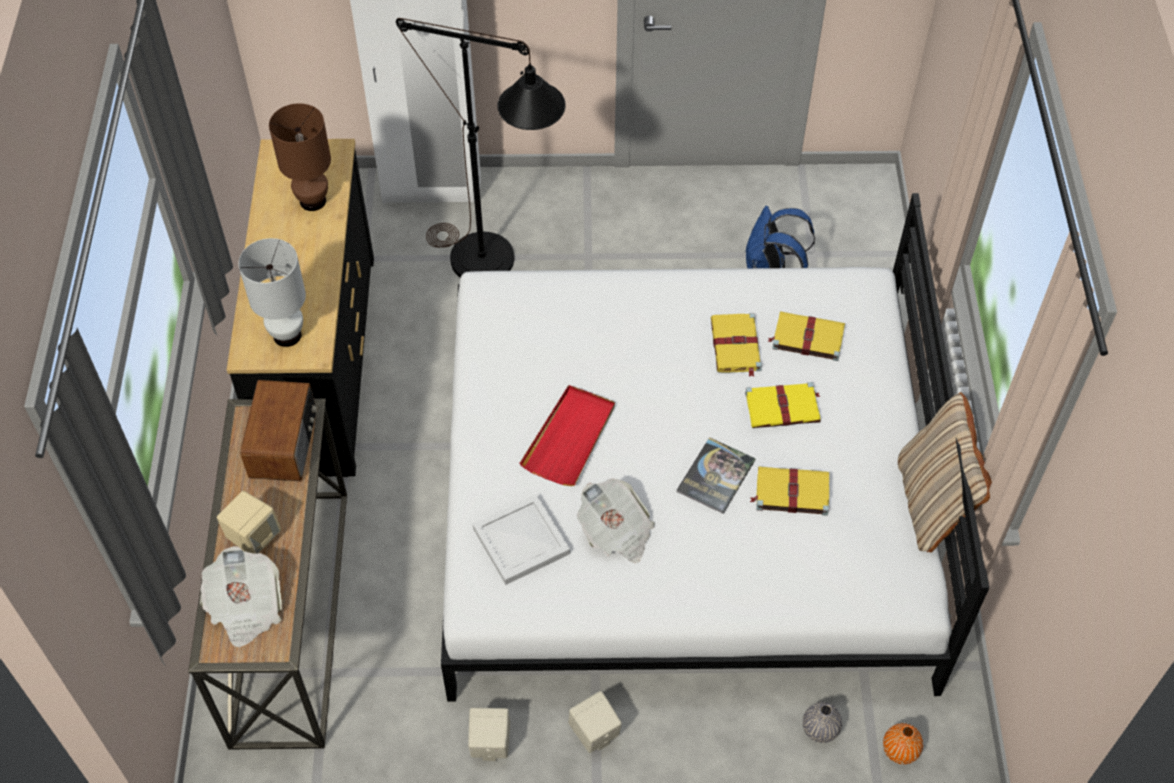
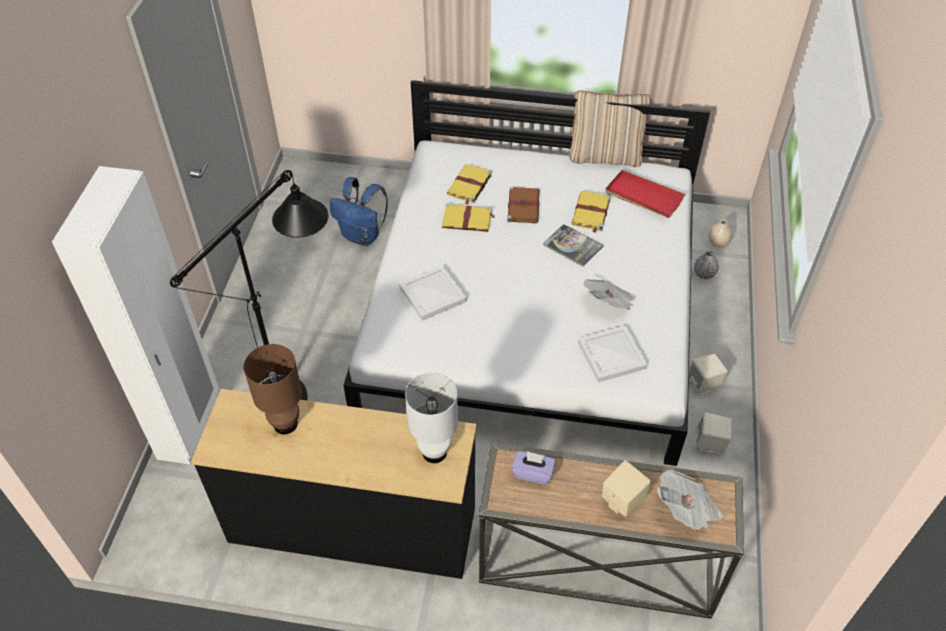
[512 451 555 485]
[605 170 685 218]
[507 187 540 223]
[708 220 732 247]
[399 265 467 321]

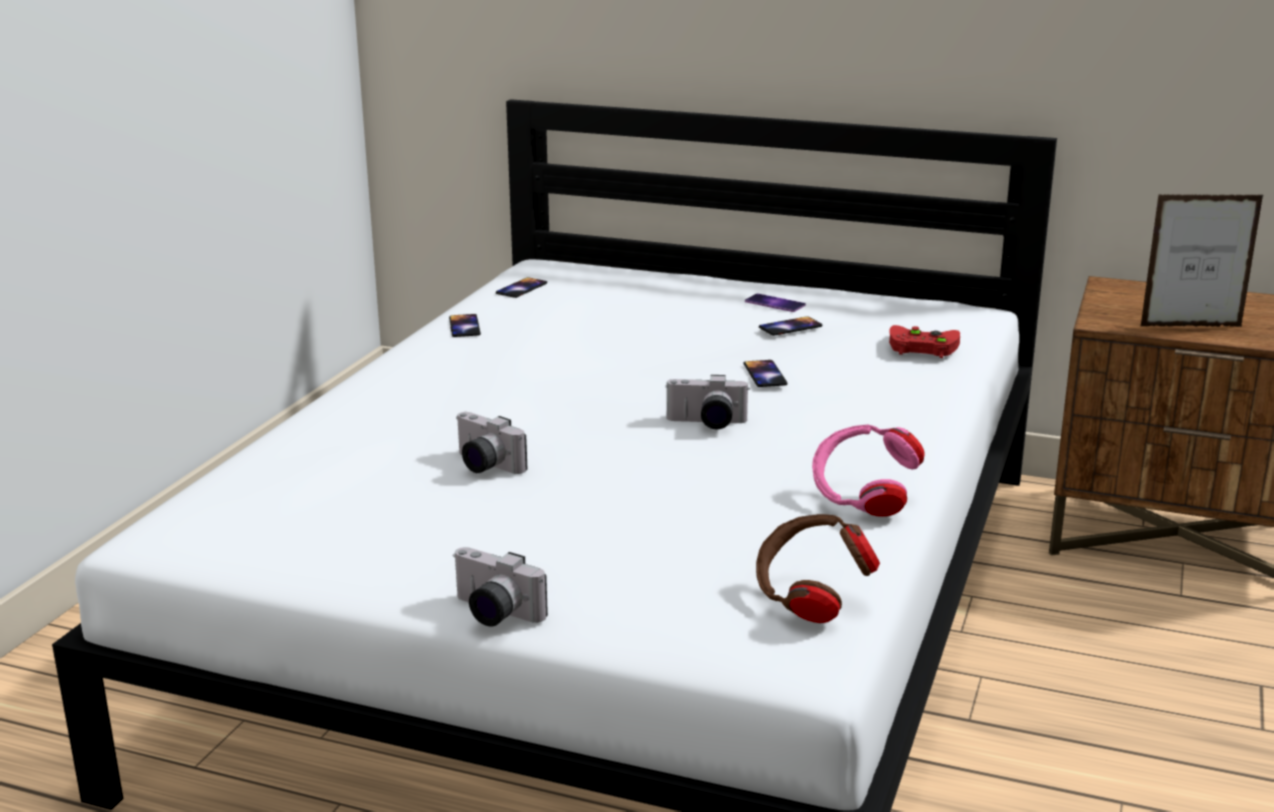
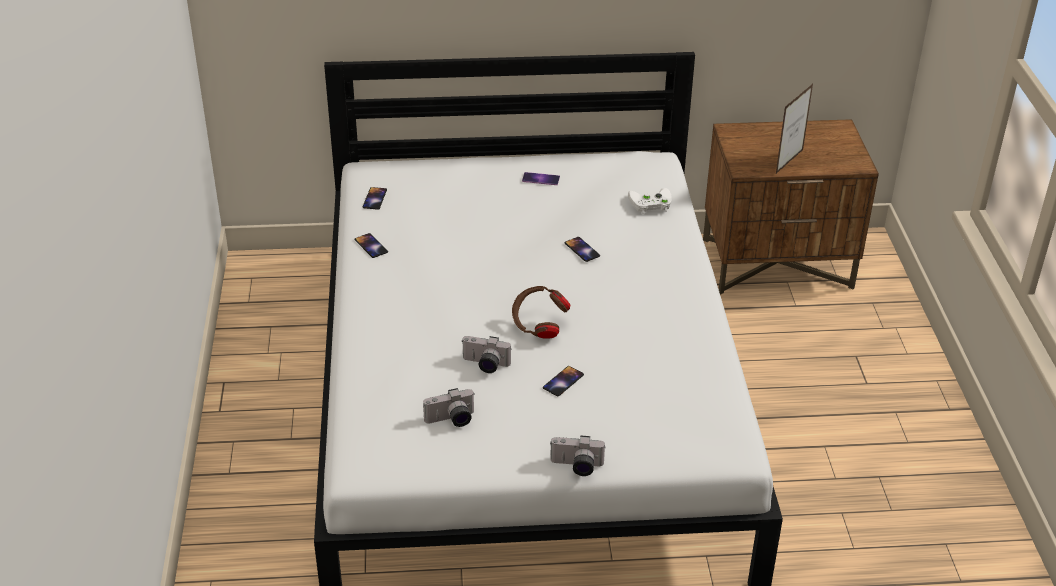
[423 388 474 427]
[512 286 570 339]
[543 366 584 396]
[812 425 925 517] (first image)
[628 188 672 214]
[775 84 813 175]

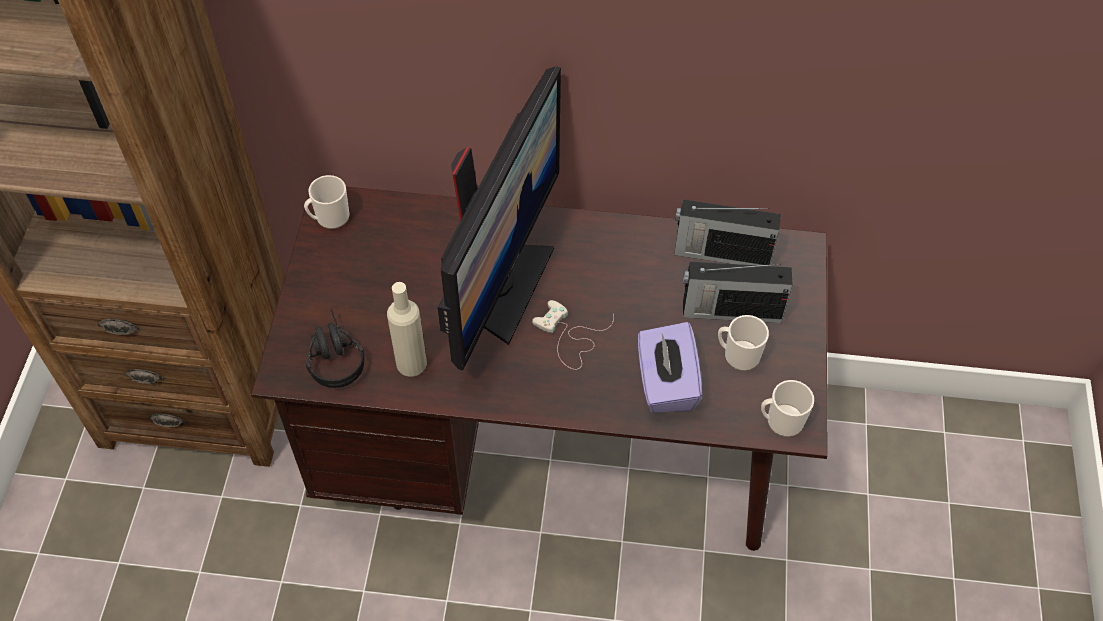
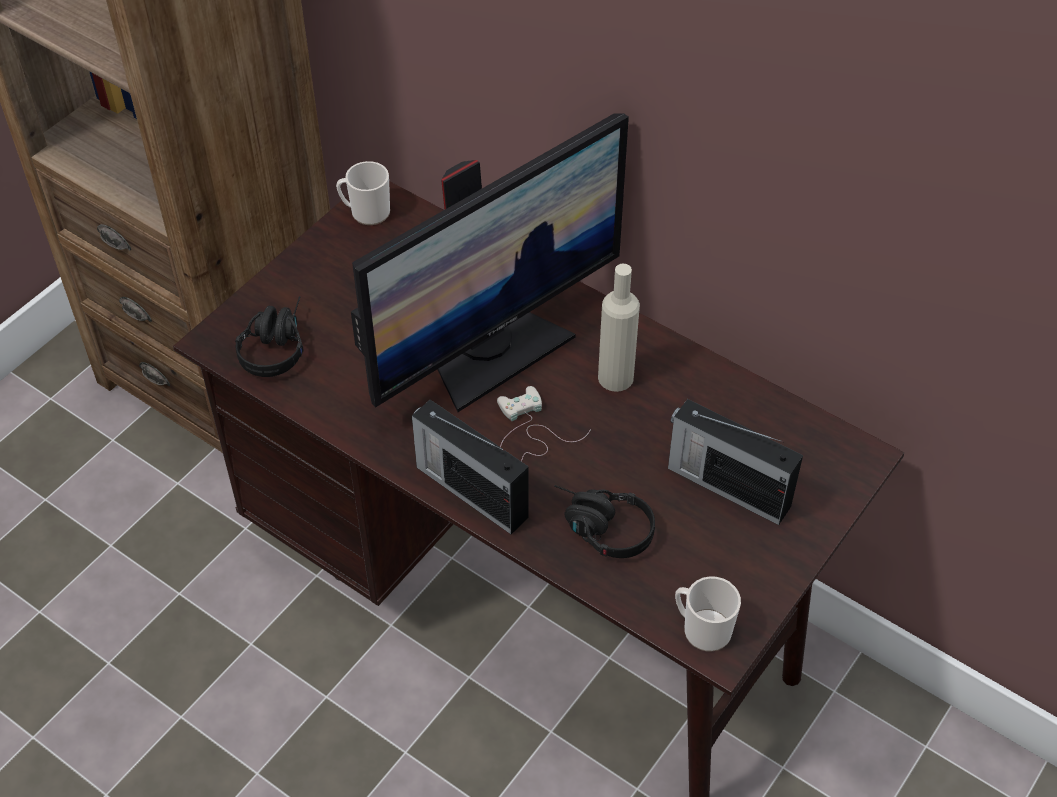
[598 264 640 392]
[554 485 655 558]
[412 400 528 534]
[718 315 769 371] (first image)

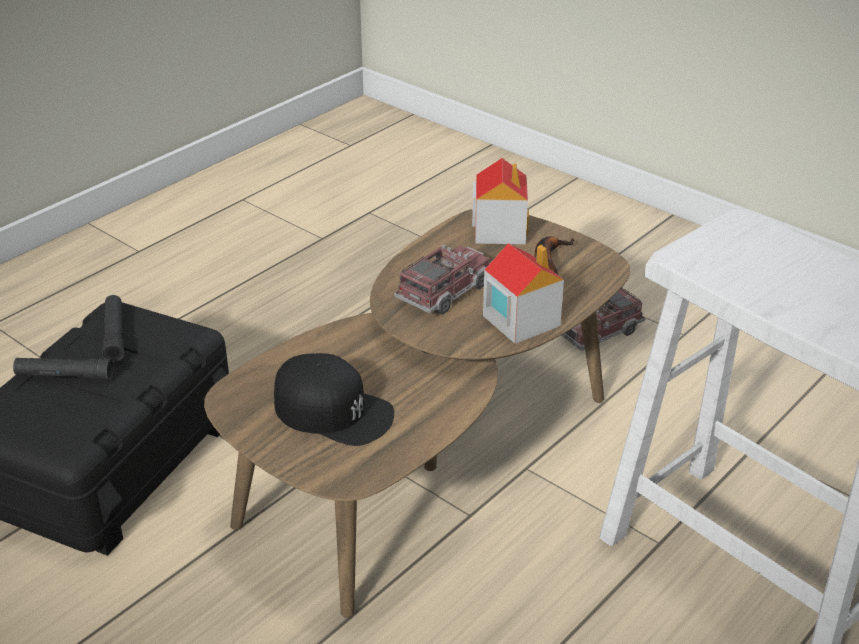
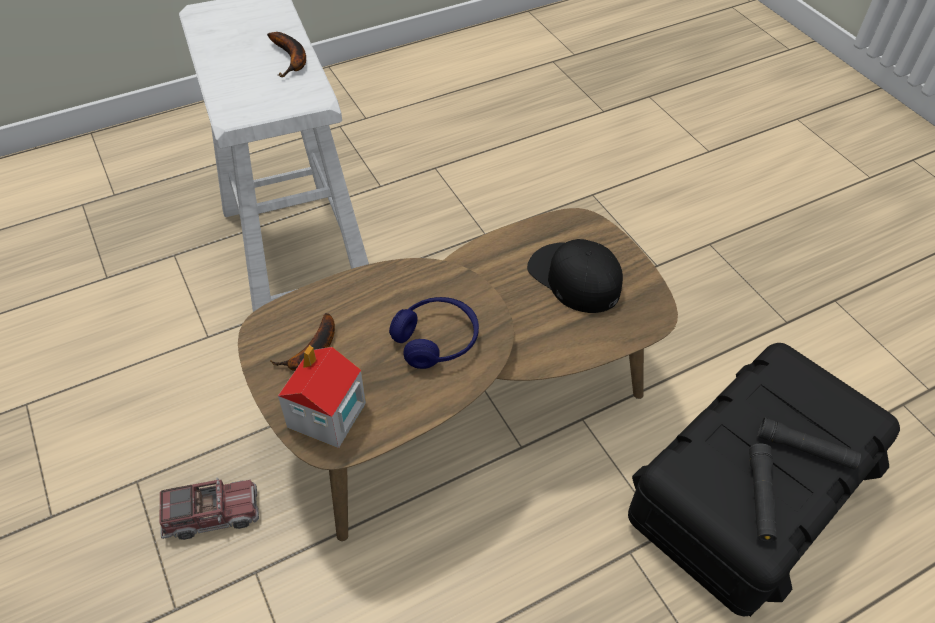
[389 297 479 369]
[483 243 564 344] (first image)
[267 32 306 77]

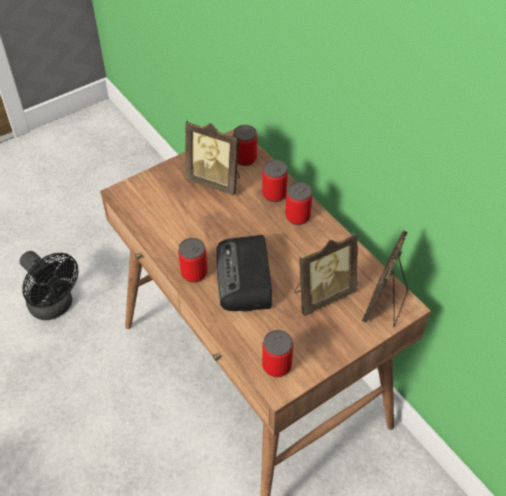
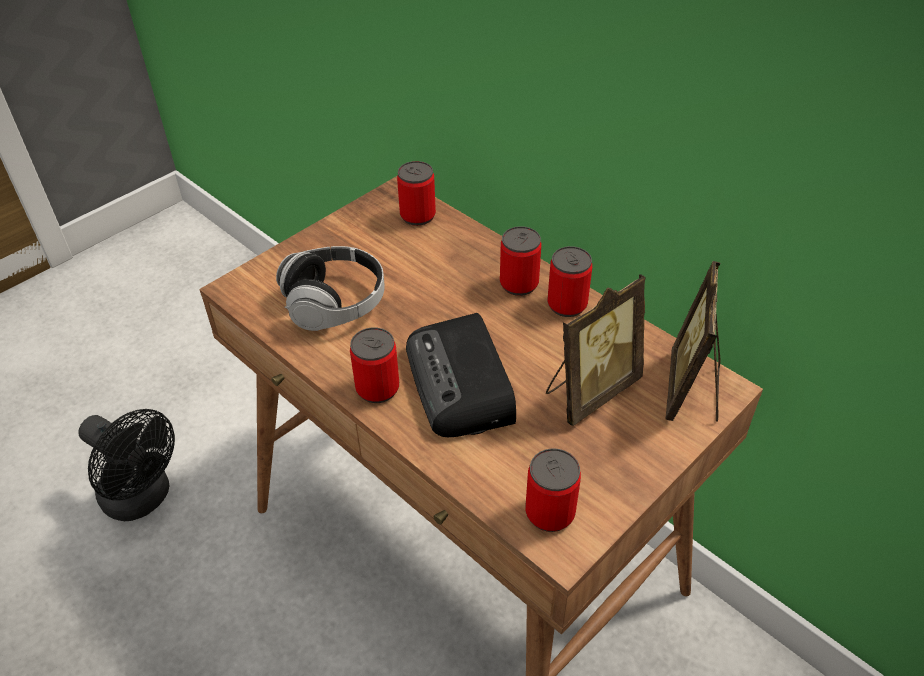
[185 120 240 195] (first image)
[548 246 592 317]
[276 246 385 331]

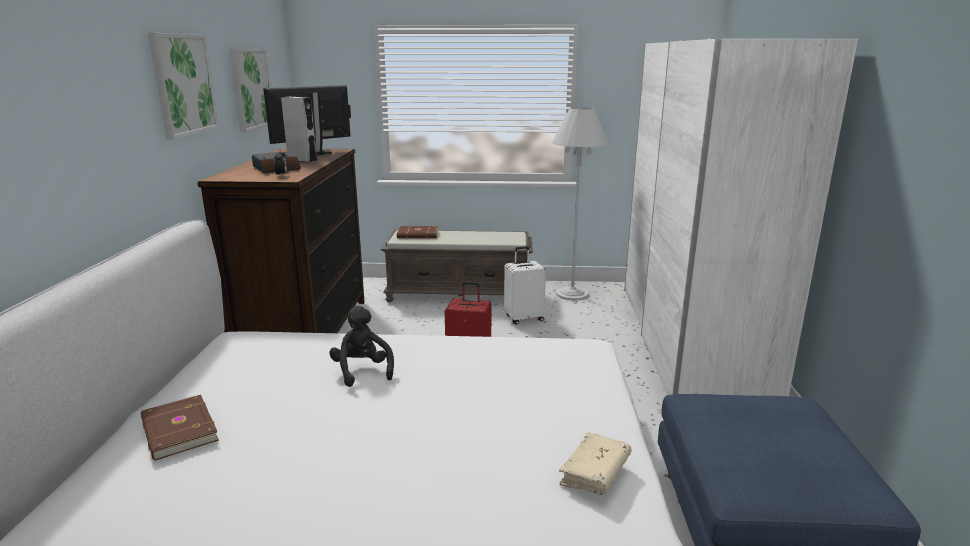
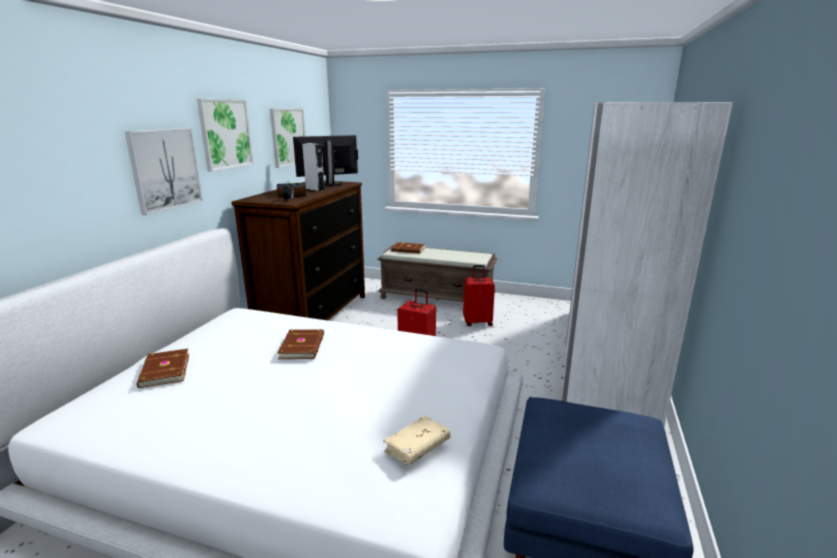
[277 329 324 359]
[463 265 495 326]
[552 107 609 301] (first image)
[125 128 203 215]

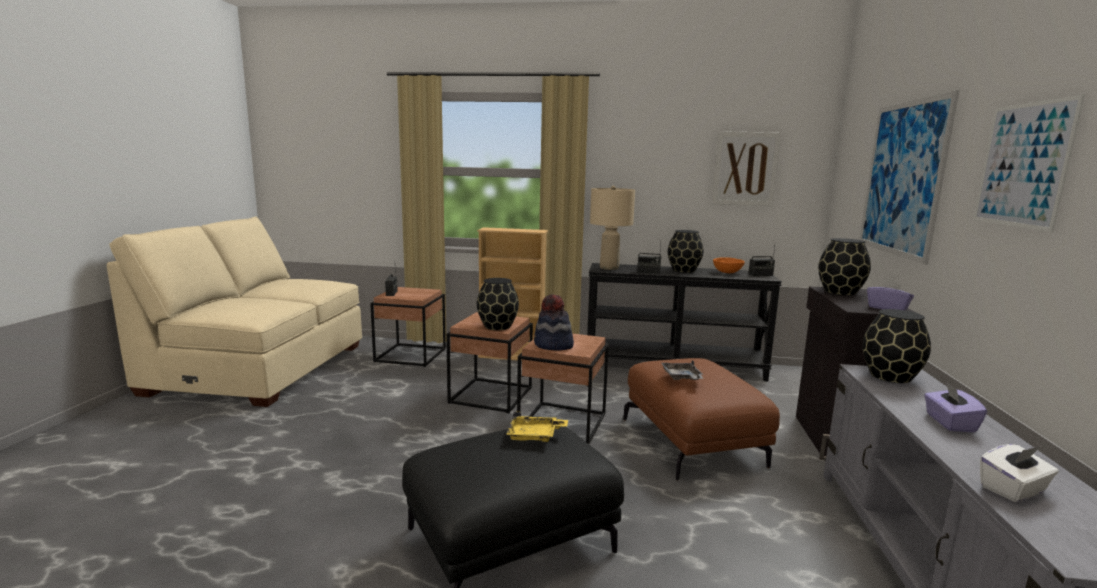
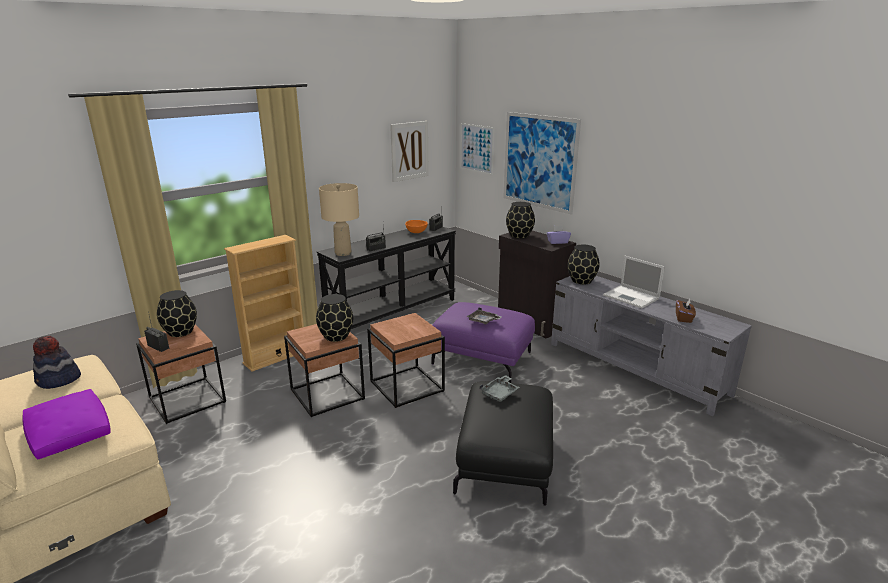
[479 375 520 402]
[33 336 81 389]
[431 302 535 383]
[157 290 197 337]
[603 256 665 308]
[460 123 494 175]
[676 299 696 323]
[23 389 111 460]

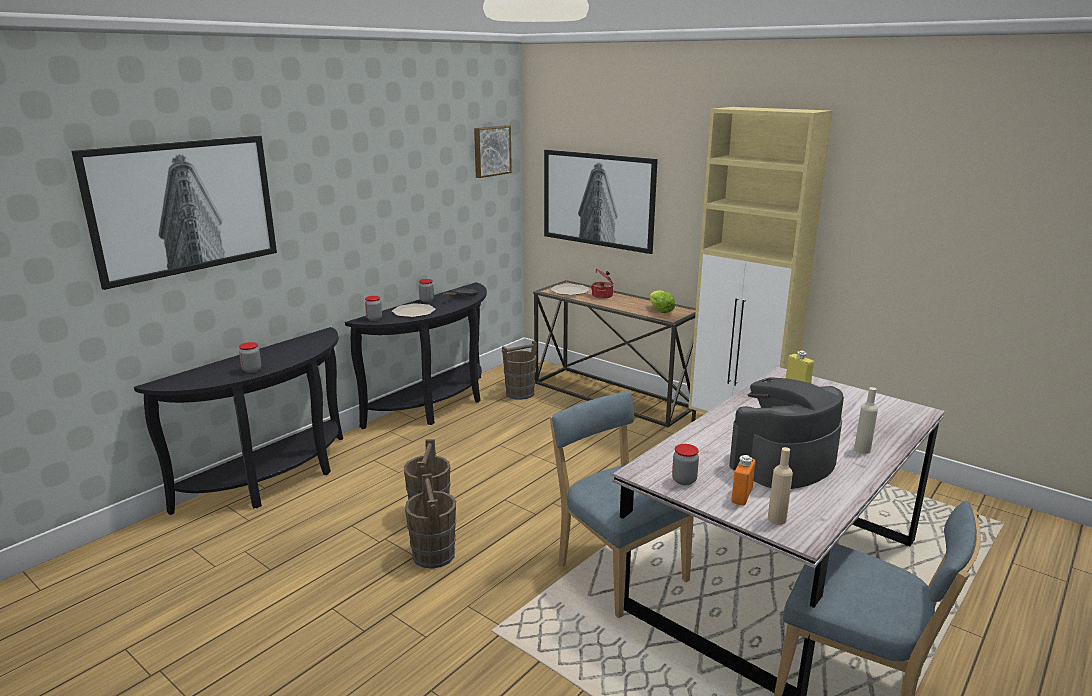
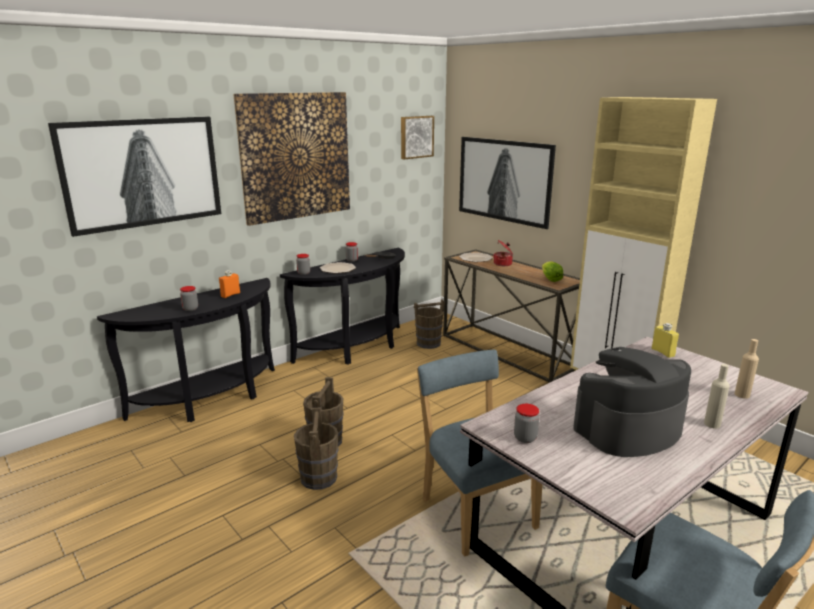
[219 270 240 298]
[734 339 759 399]
[233 92 350 226]

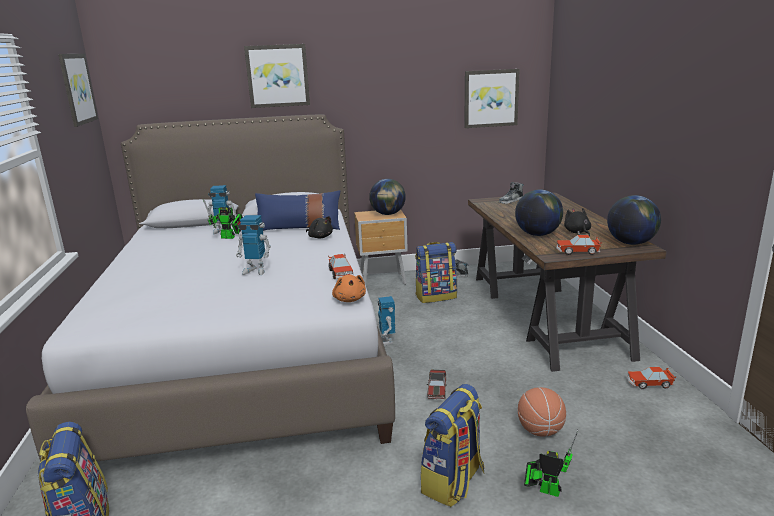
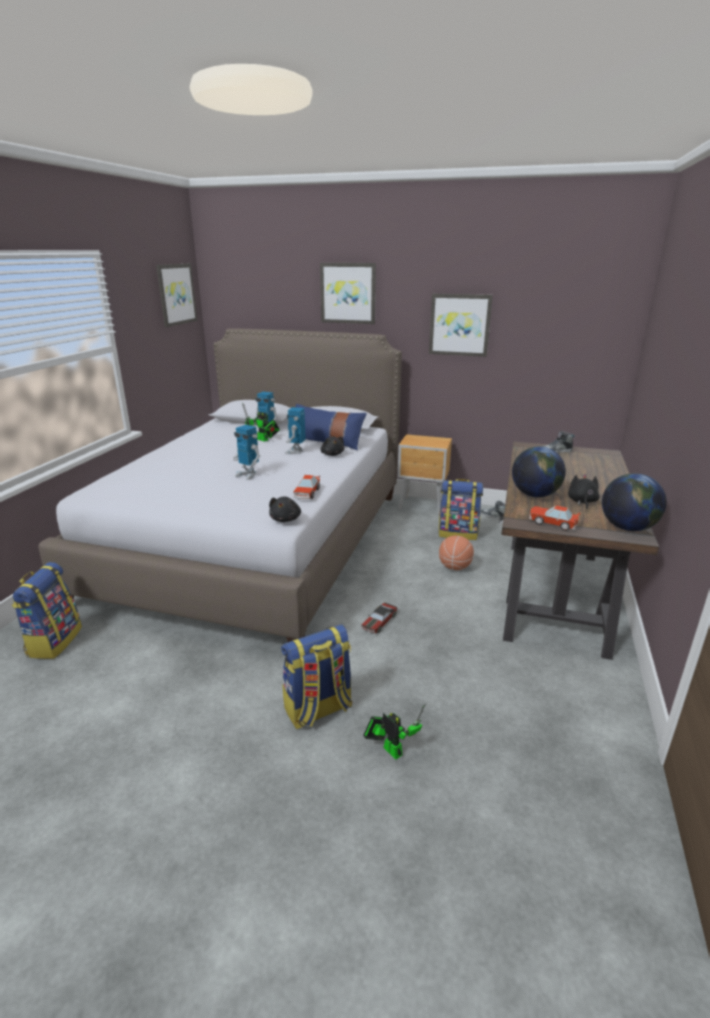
[269 497 301 522]
[369 179 406 215] (first image)
[285 407 306 454]
[429 294 493 357]
[439 535 474 570]
[627 367 677 389] (first image)

